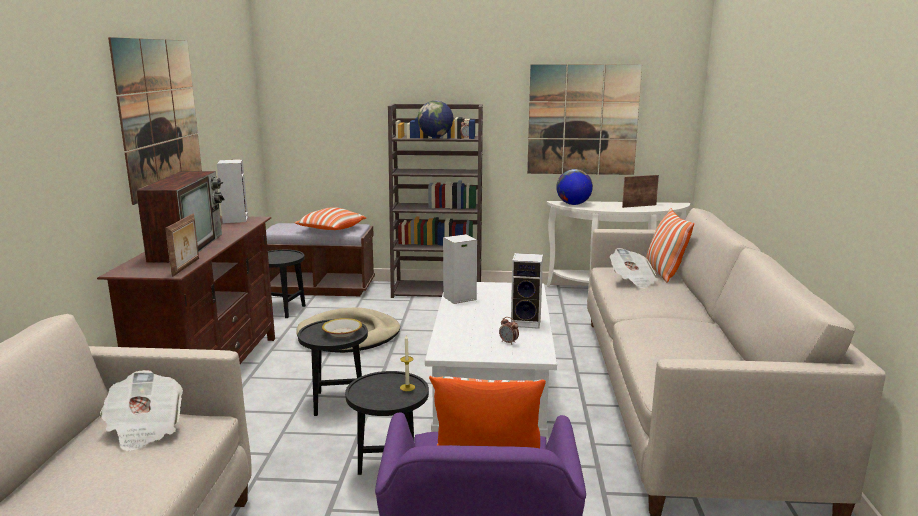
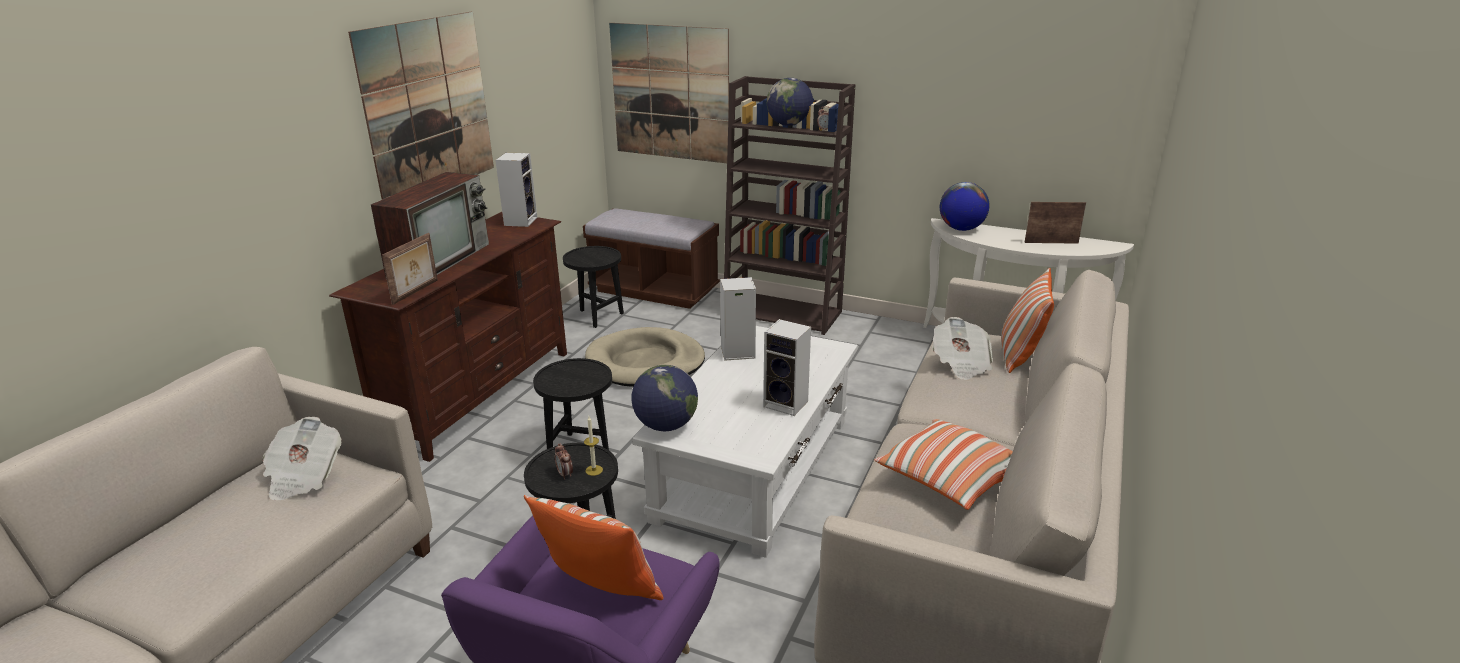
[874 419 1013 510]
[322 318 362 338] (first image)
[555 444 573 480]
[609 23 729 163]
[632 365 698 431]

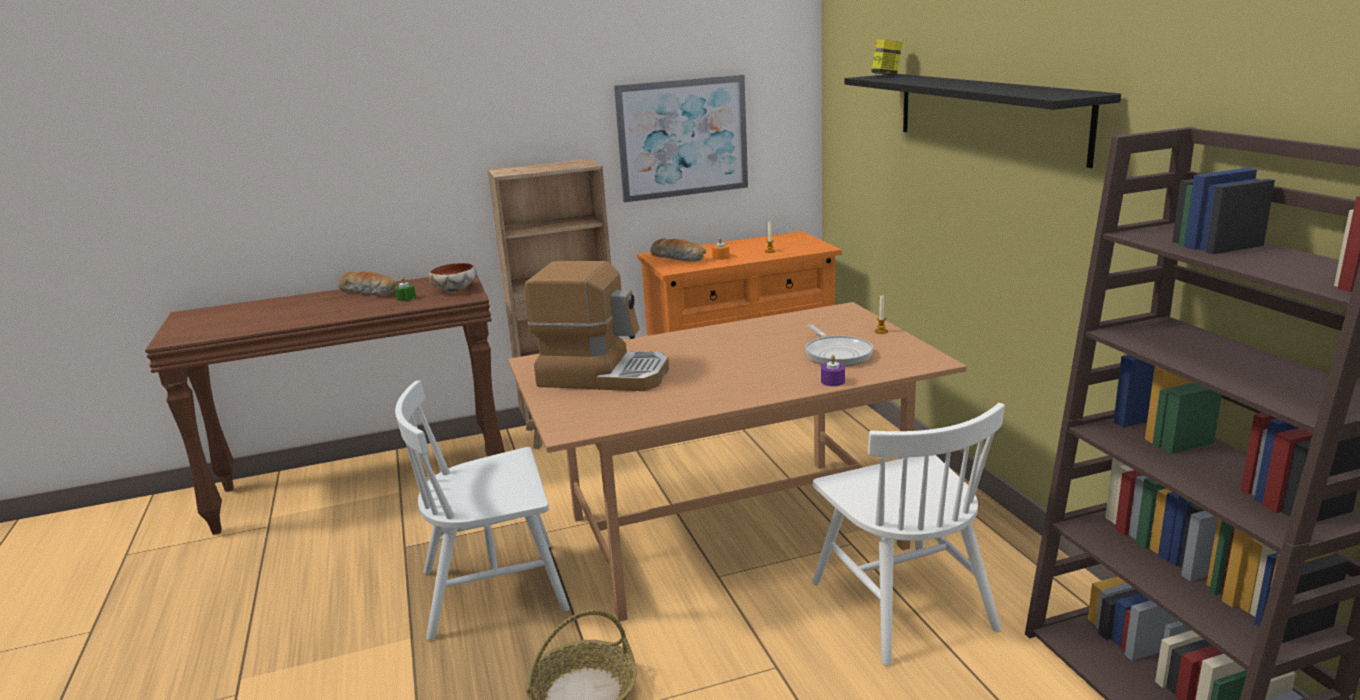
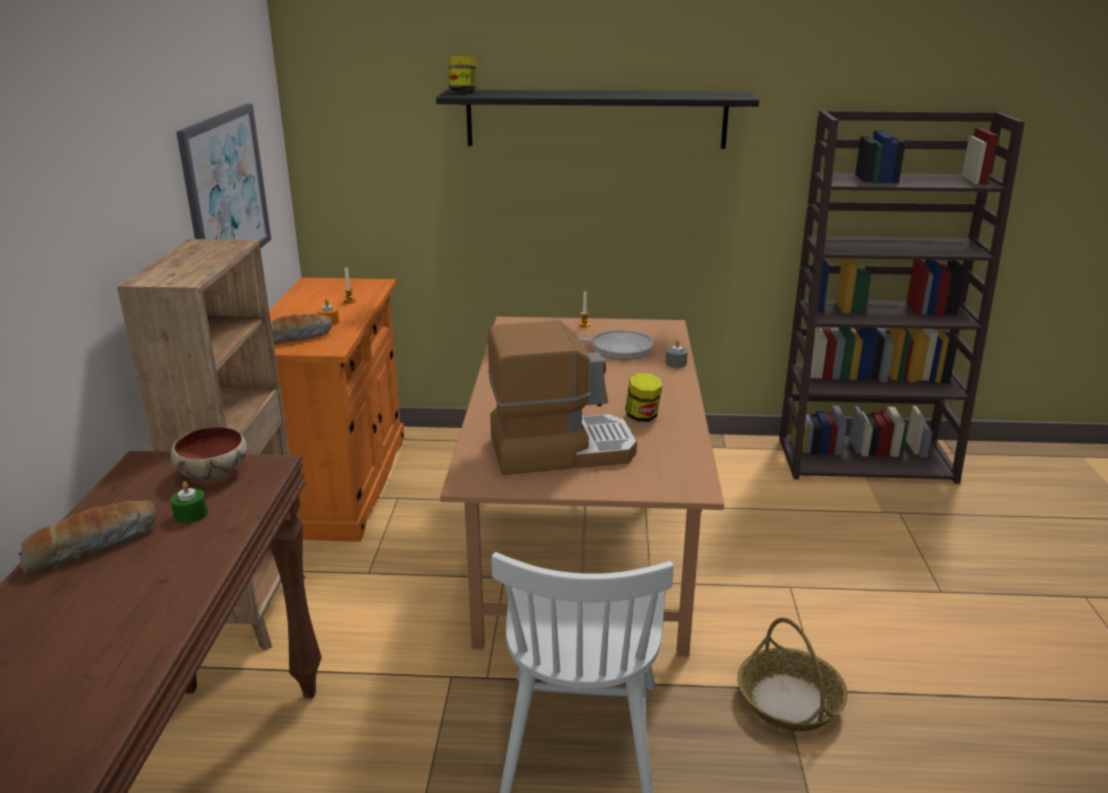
[488 321 637 475]
[812 403 1005 666] (first image)
[666 340 688 368]
[625 373 662 422]

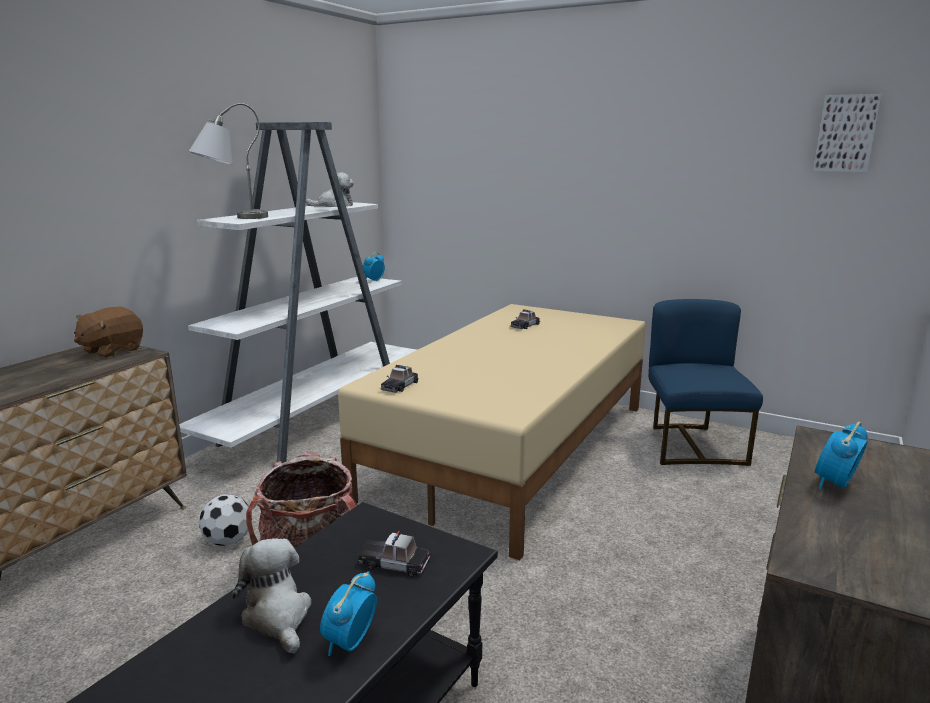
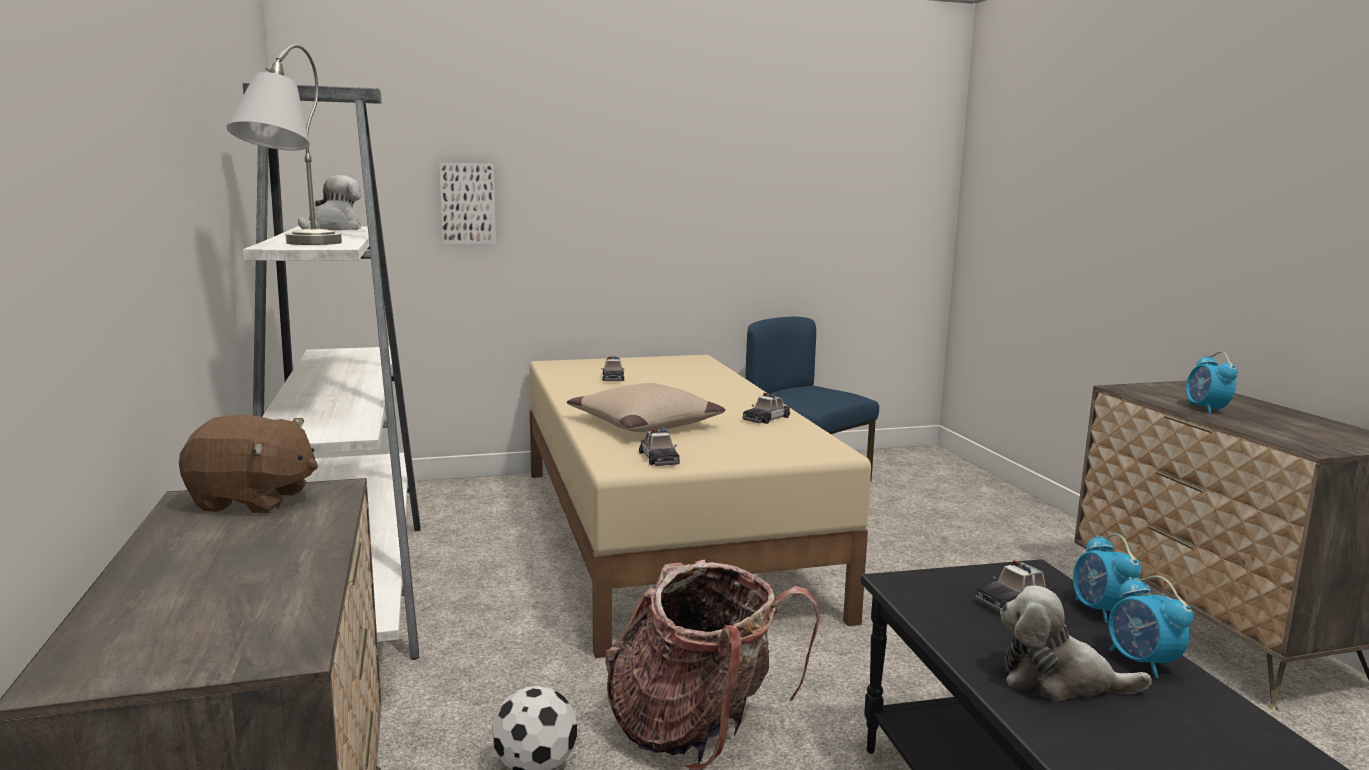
[179 415 318 513]
[1073 534 1141 623]
[439 163 496 244]
[567 383 725 432]
[742 393 790 424]

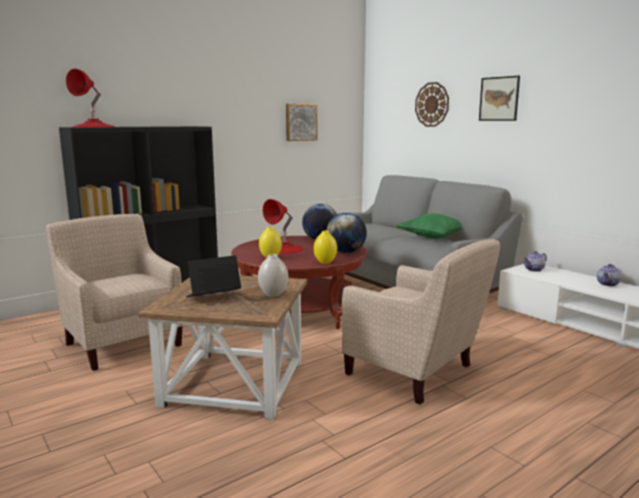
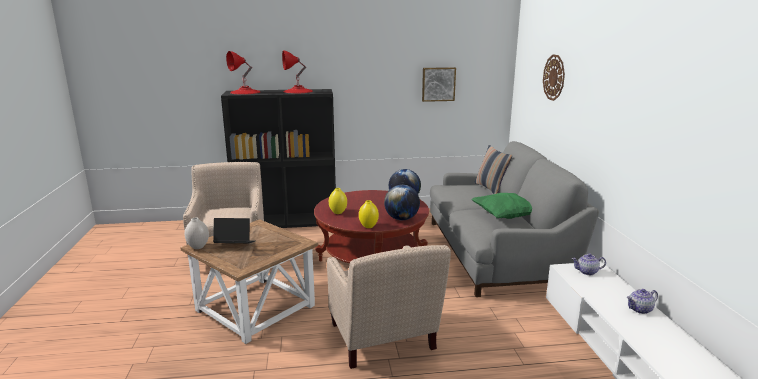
[185 217 209 249]
[282 50 313 93]
[479 76 520 121] (first image)
[474 145 512 194]

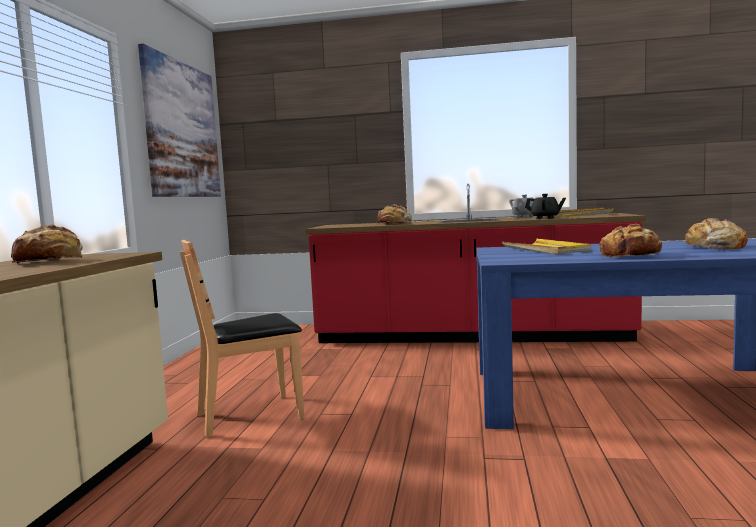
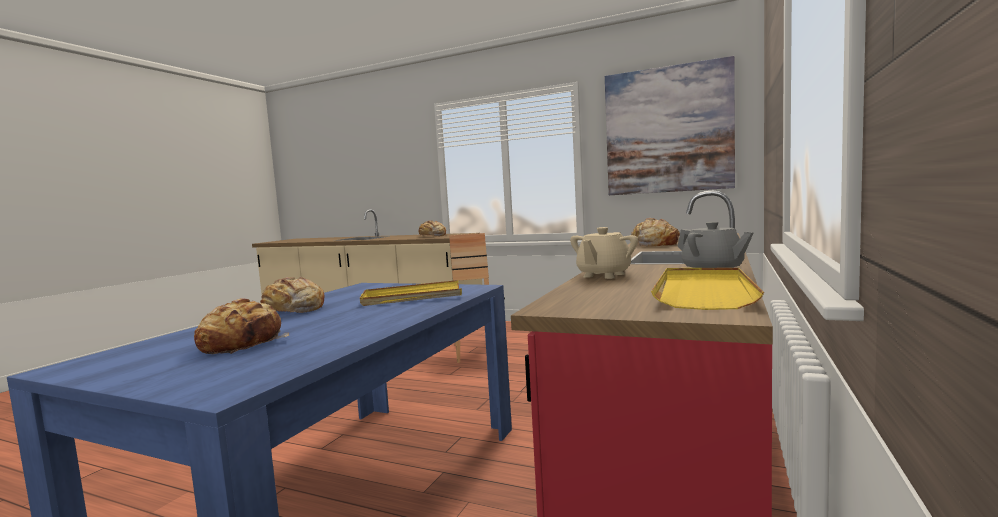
[570 227 638 279]

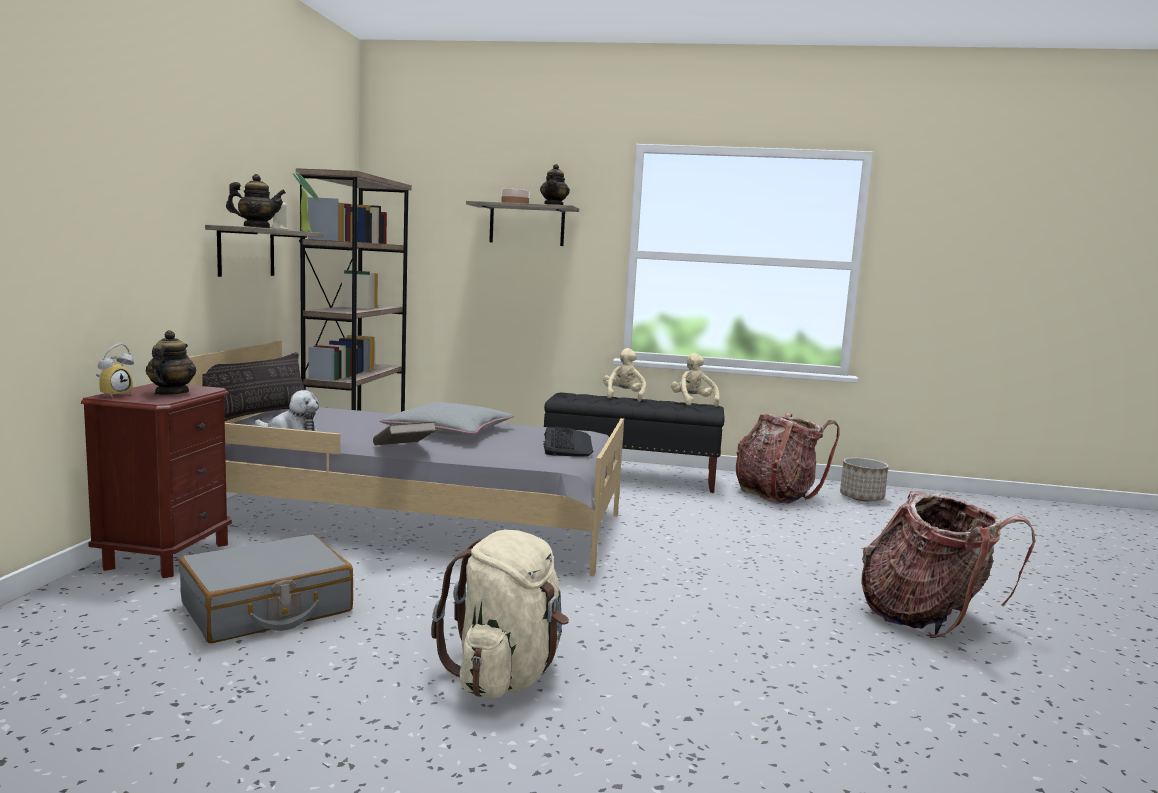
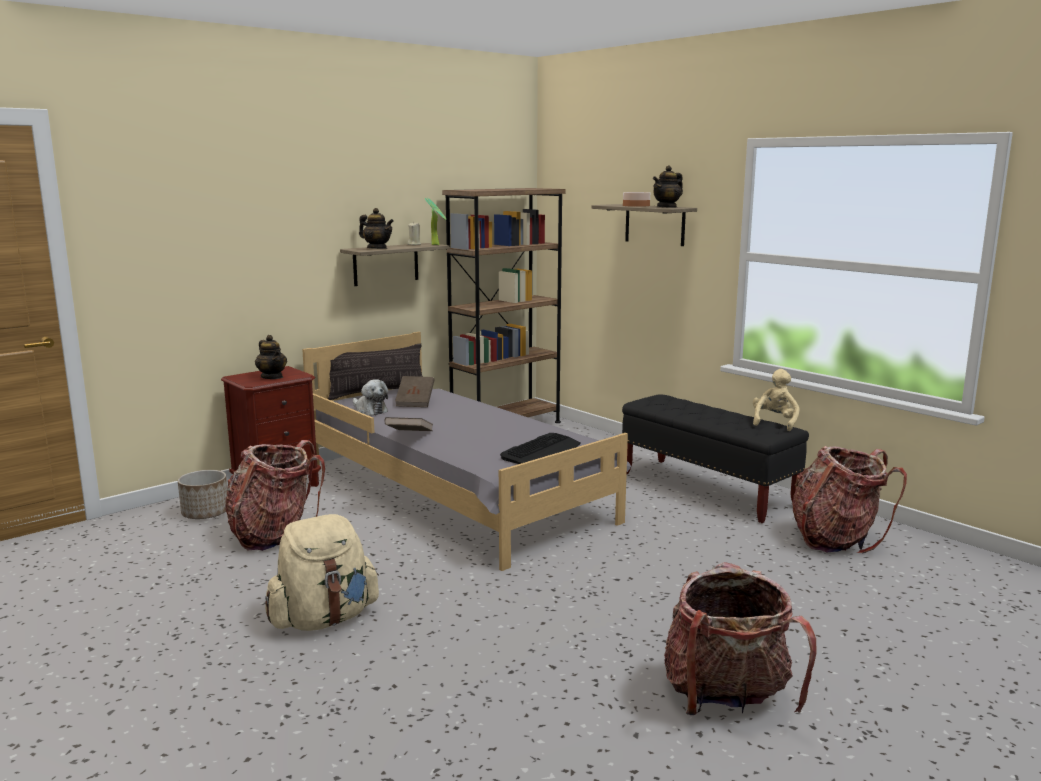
[96 343 134 398] (first image)
[255 335 287 379]
[225 440 325 551]
[380 402 514 436] (first image)
[603 348 646 402] (first image)
[178 470 227 519]
[395 376 435 407]

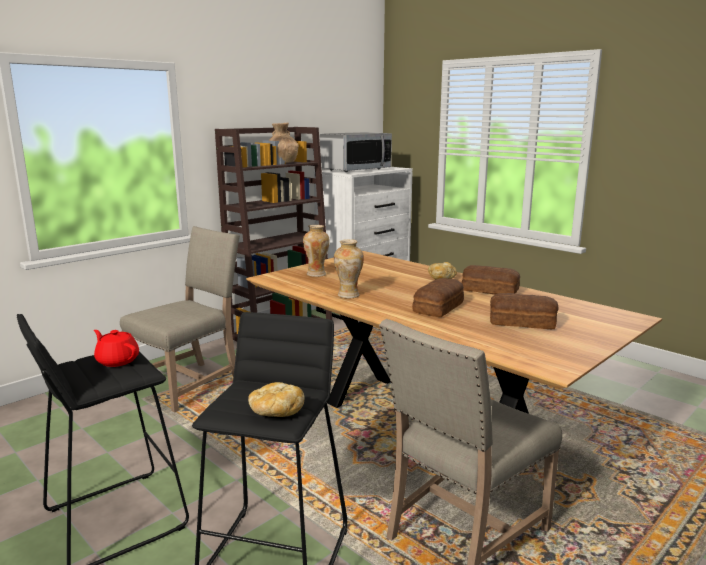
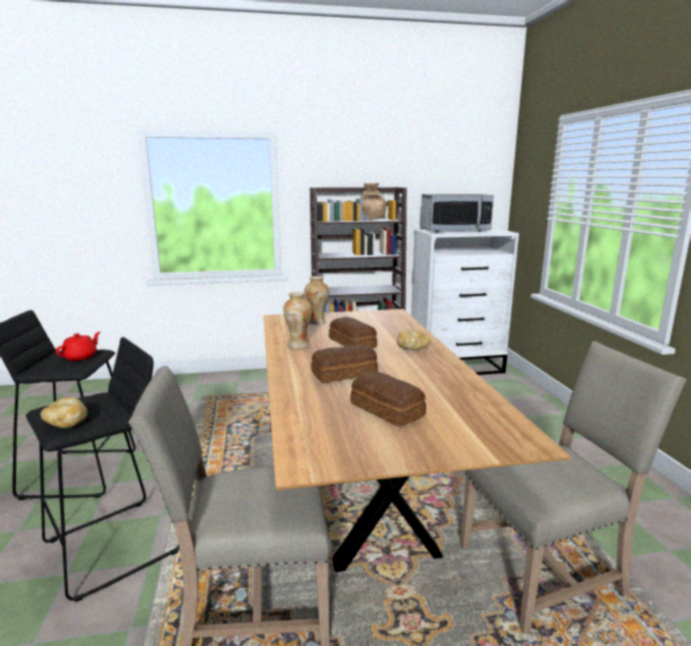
[56 332 100 361]
[460 341 686 634]
[329 317 377 348]

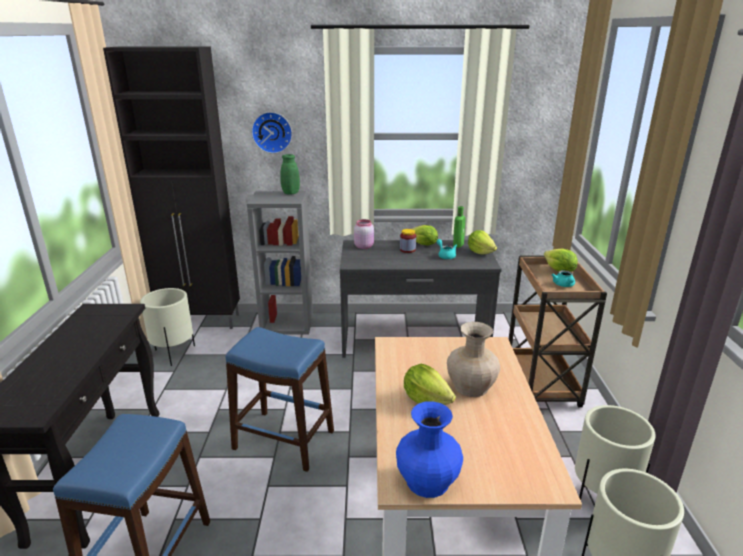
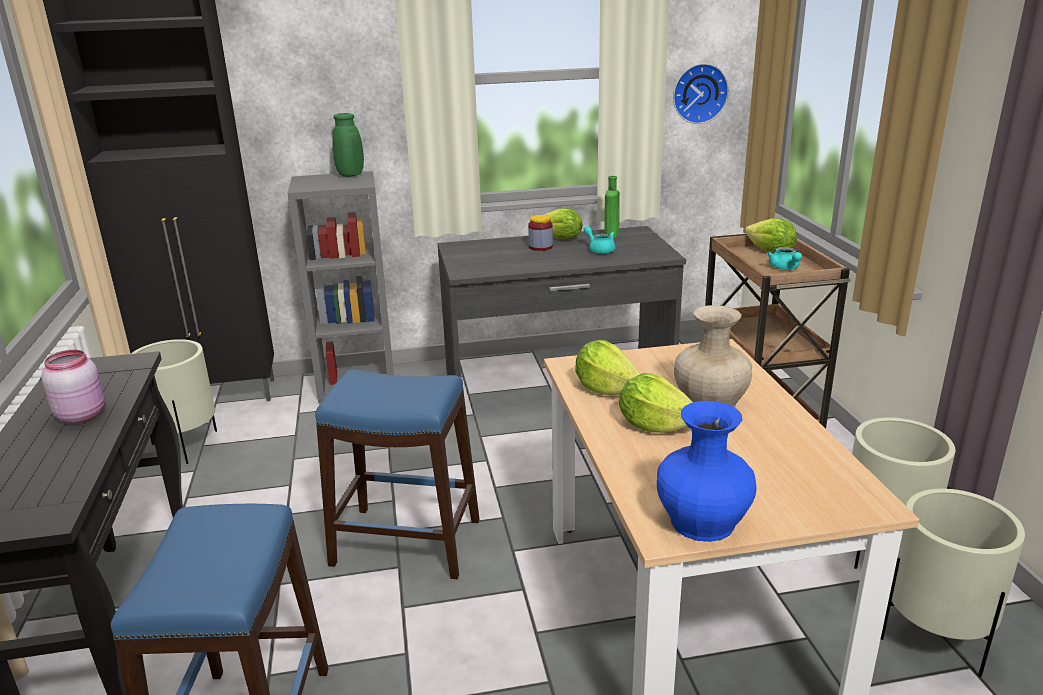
[673 63 729 124]
[41 350 105 423]
[575 340 640 395]

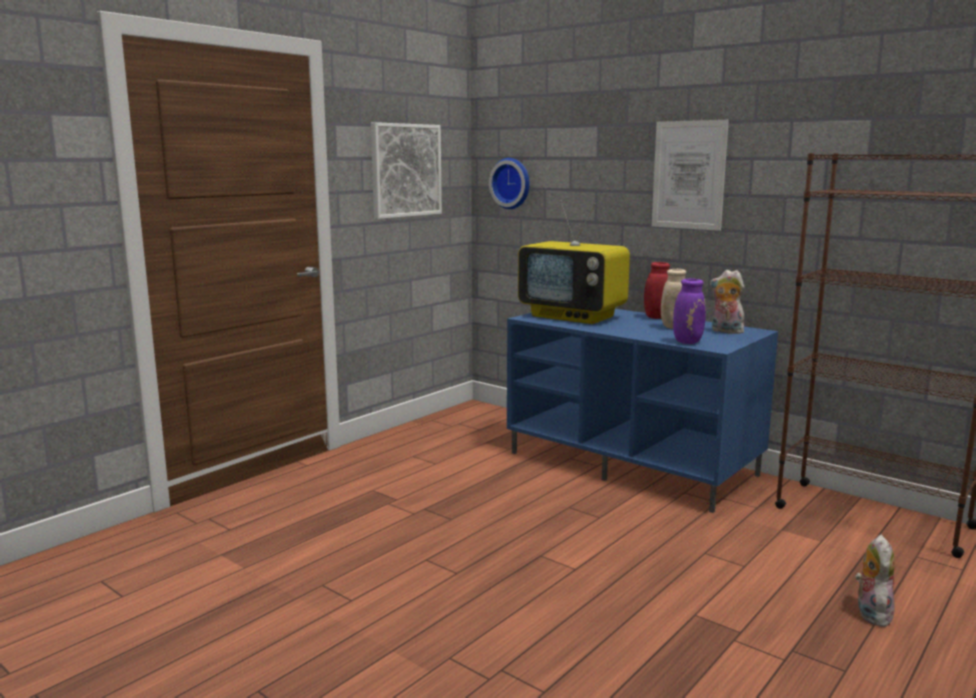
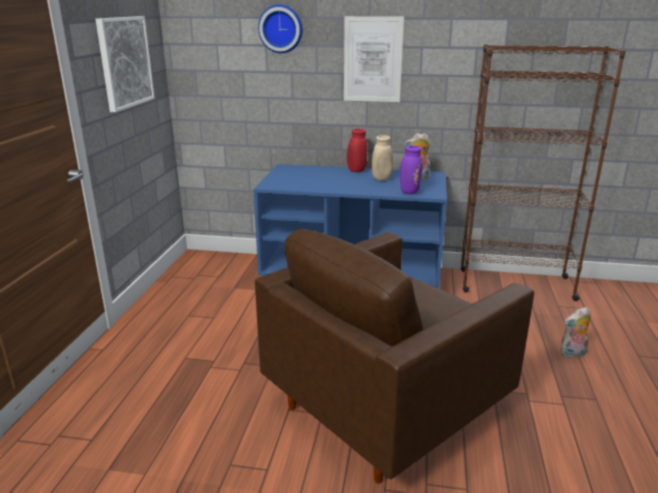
[258 5 302 53]
[518 201 630 324] (first image)
[560 307 591 358]
[255 229 534 484]

